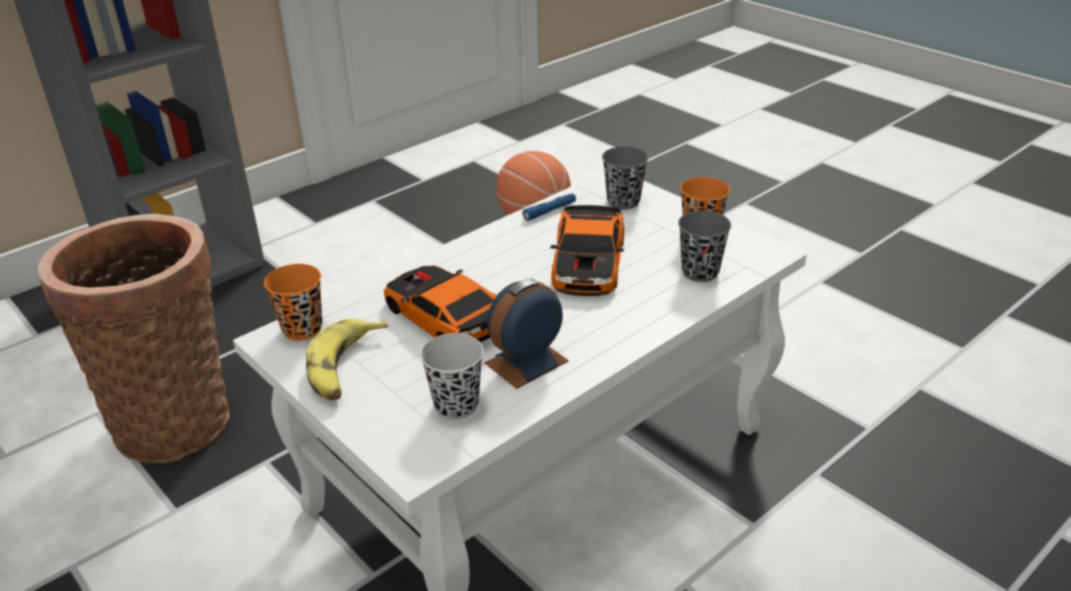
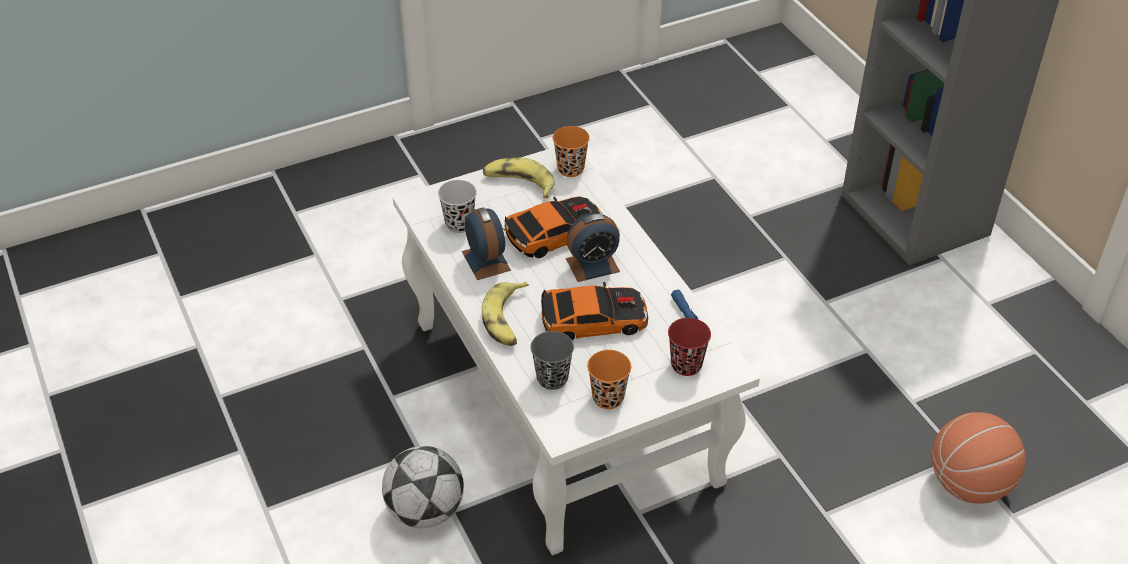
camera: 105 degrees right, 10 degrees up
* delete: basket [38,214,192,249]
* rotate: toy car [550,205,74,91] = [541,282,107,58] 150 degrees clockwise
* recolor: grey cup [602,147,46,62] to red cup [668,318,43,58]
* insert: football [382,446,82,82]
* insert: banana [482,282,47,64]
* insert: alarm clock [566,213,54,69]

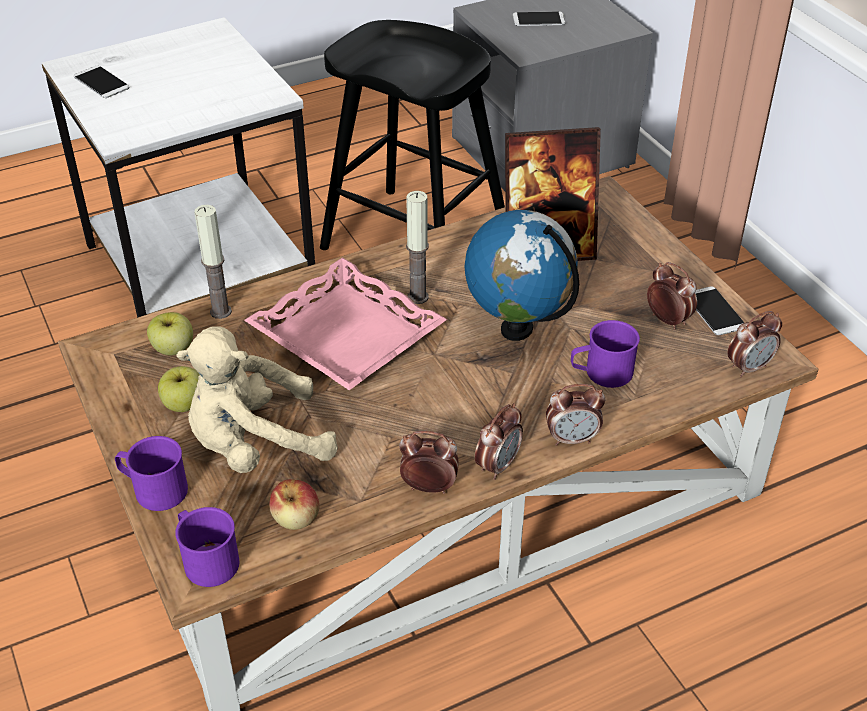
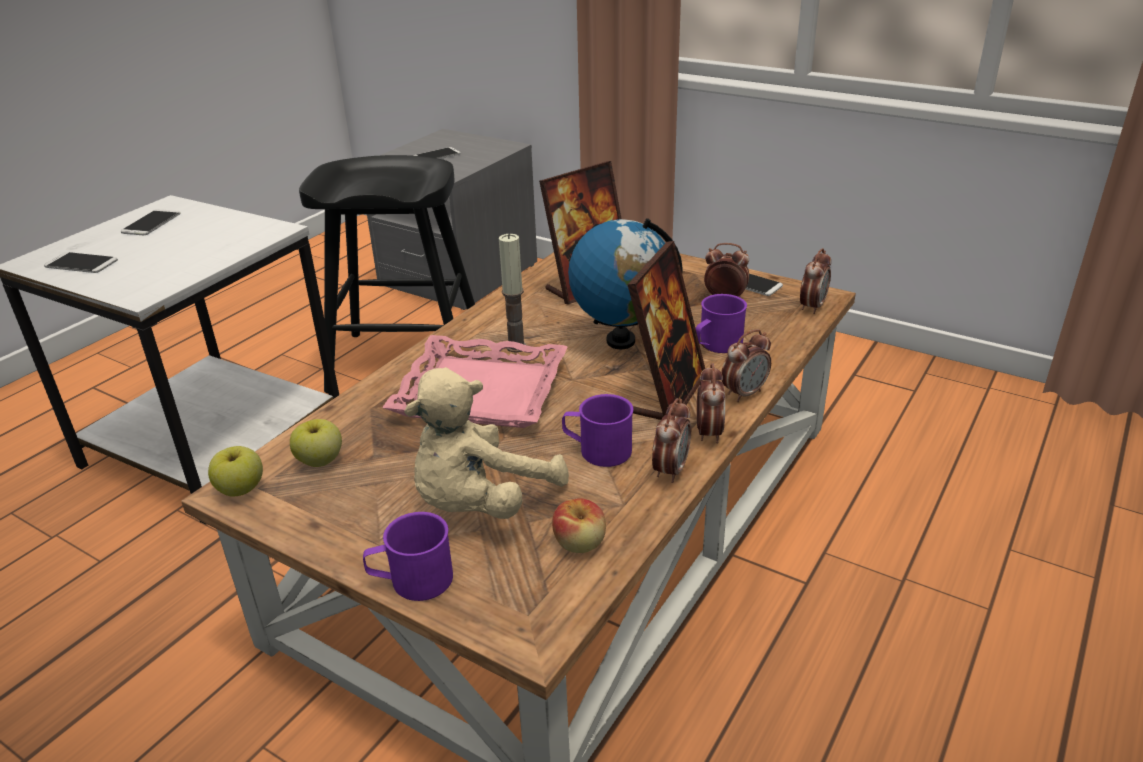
camera: 30 degrees left, 10 degrees down
* move: apple [158,366,42,46] to [208,446,55,50]
* move: purple mug [175,507,64,80] to [562,394,71,73]
* delete: candle [194,205,38,114]
* rotate: alarm clock [399,431,59,63] = [652,398,39,85] 135 degrees clockwise
* insert: phone [121,209,60,26]
* insert: picture frame [627,241,78,179]

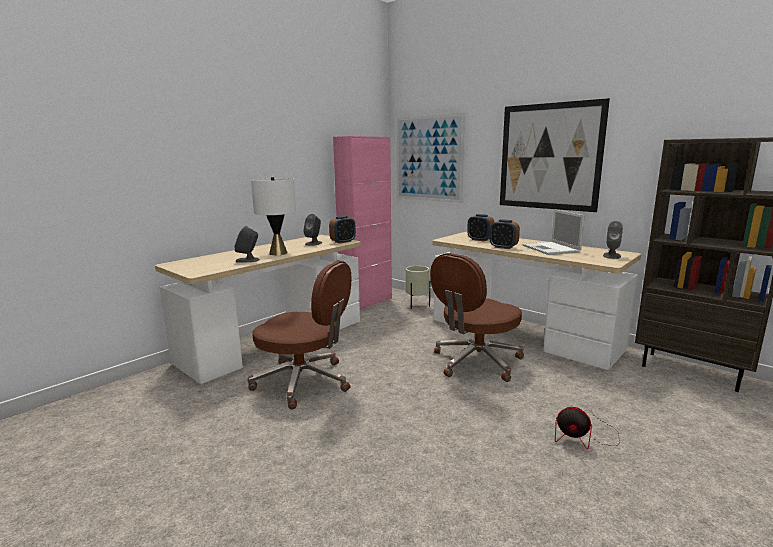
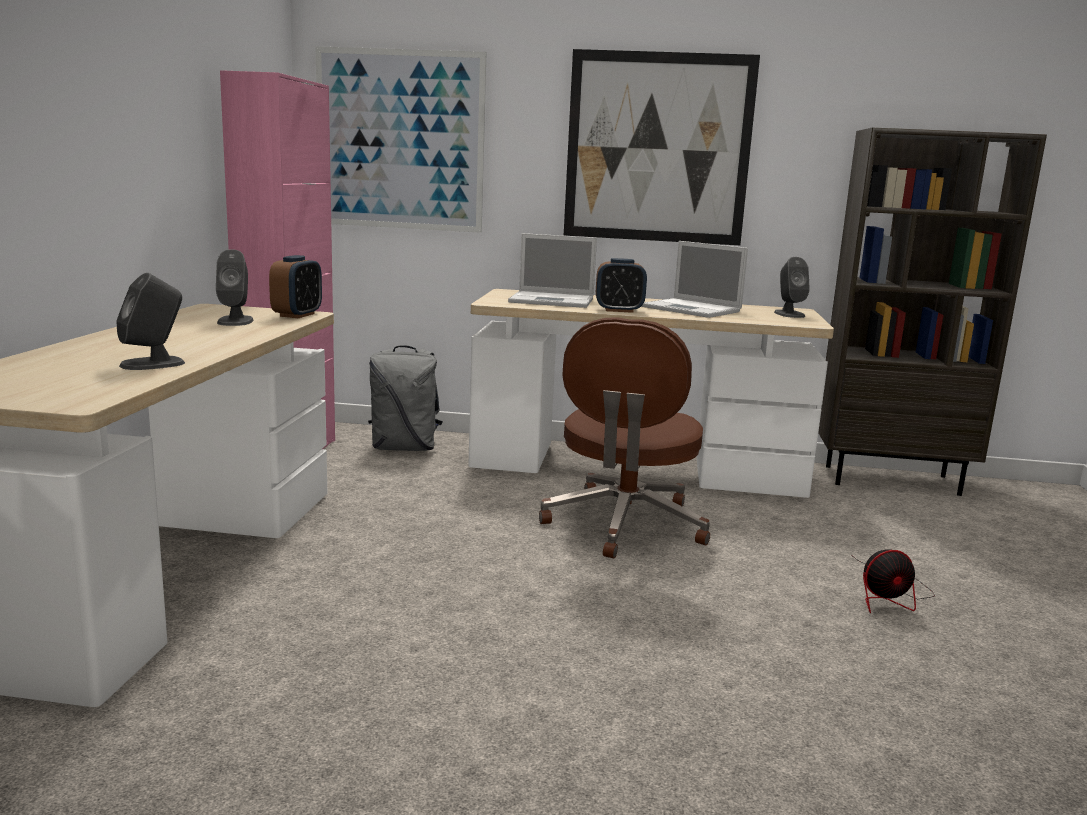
camera: 35 degrees left, 0 degrees up
* delete: brown office chair [247,261,105,148]
* delete: white table lamp [251,177,45,78]
* replace: beige planter [405,266,25,43] to grey backpack [368,345,75,106]
* replace: alarm clock [467,214,28,28] to laptop [508,233,89,75]

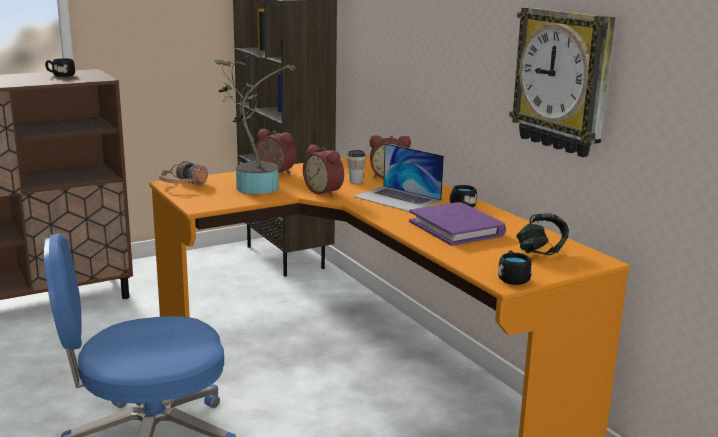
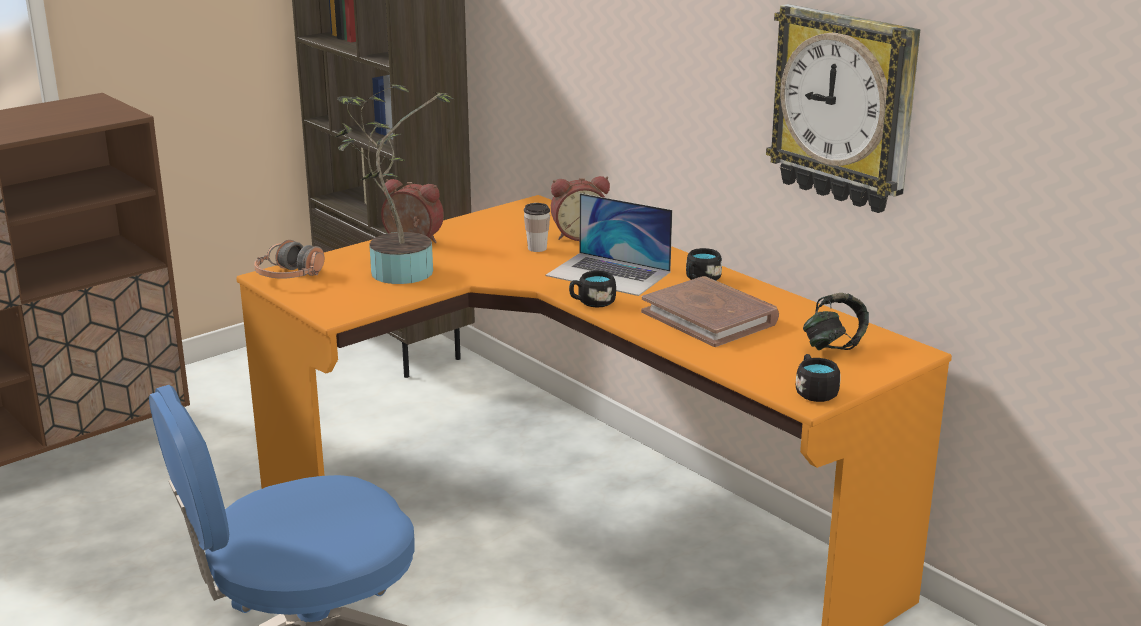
camera: 10 degrees left, 5 degrees up
* move: black mug [45,58,30,19] to [569,271,47,36]
* delete: alarm clock [303,144,41,53]
* recolor: purple book [409,202,97,44] to brown book [641,276,138,71]

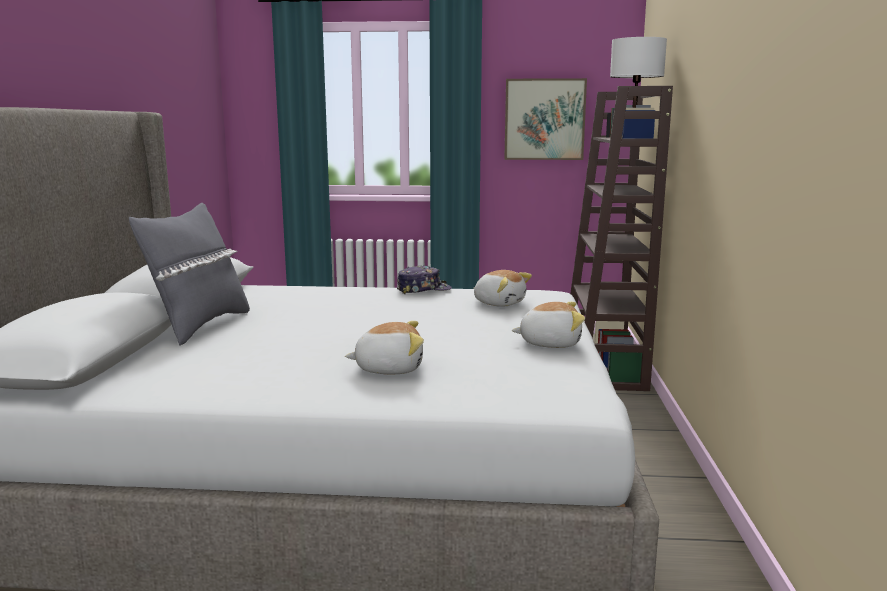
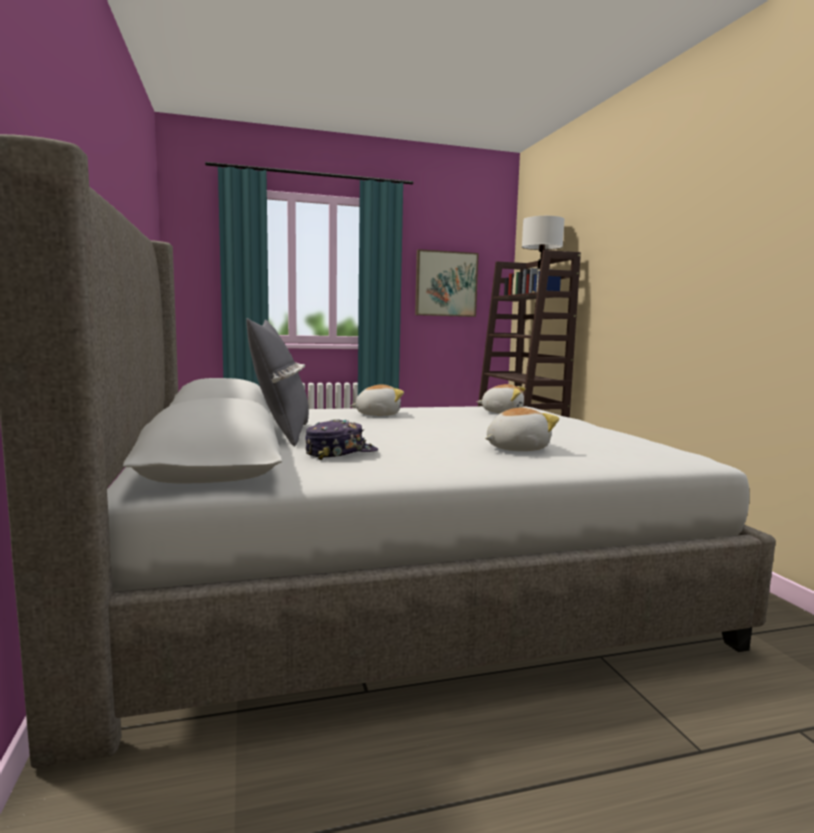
camera: 20 degrees left, 5 degrees down
* move: cap [397,265,55,29] to [305,419,73,41]
* move: plush toy [511,302,74,46] to [350,384,54,32]

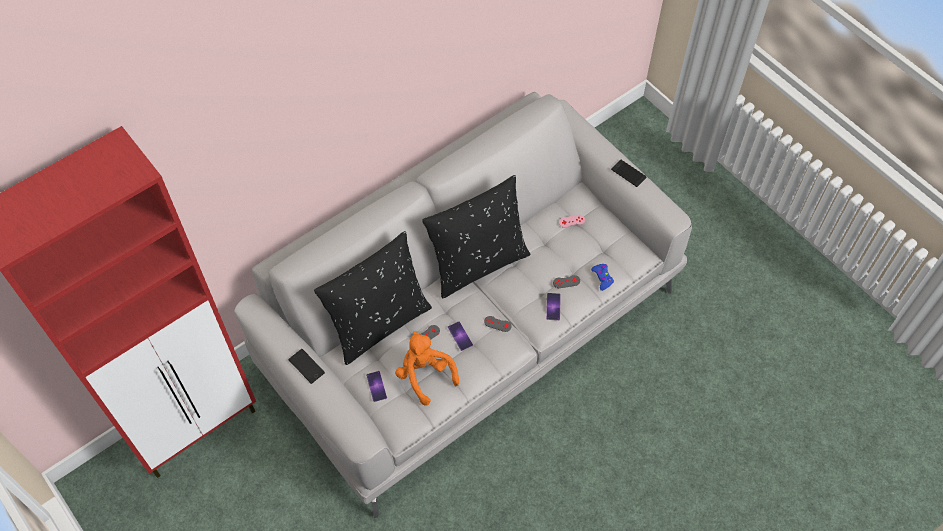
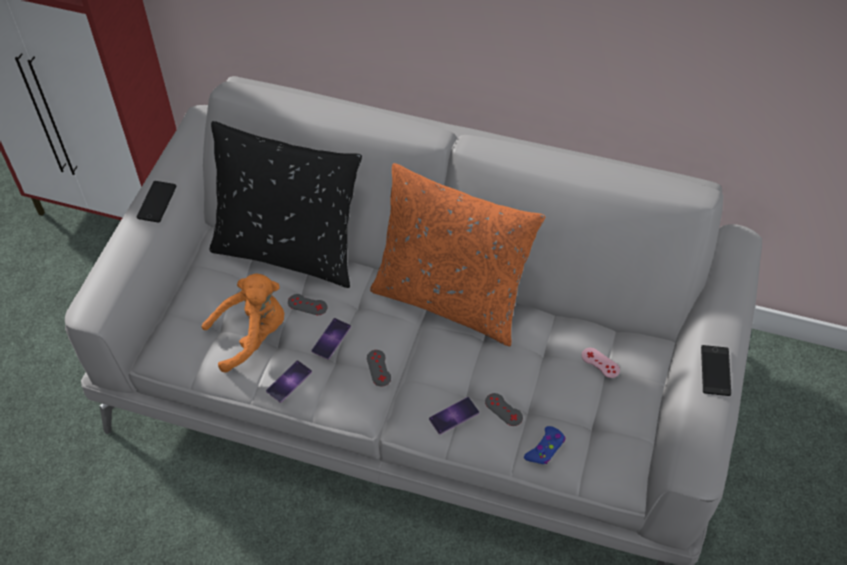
camera: 55 degrees right, 5 degrees down
* move: phone [366,371,21,31] to [266,360,46,43]
* rotate: orange plush toy [395,331,64,75] = [202,274,82,98] 45 degrees clockwise
* recolor: black pillow [422,175,108,123] to orange pillow [370,163,175,183]

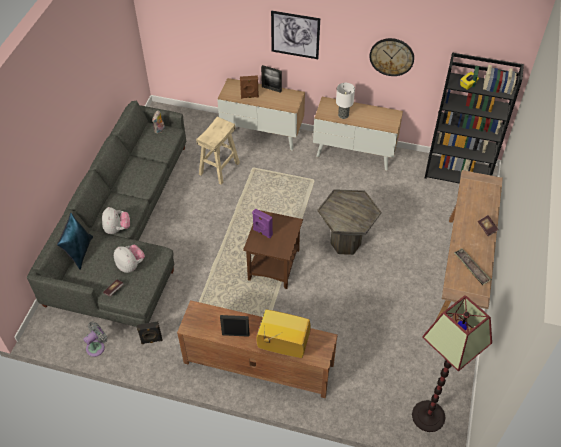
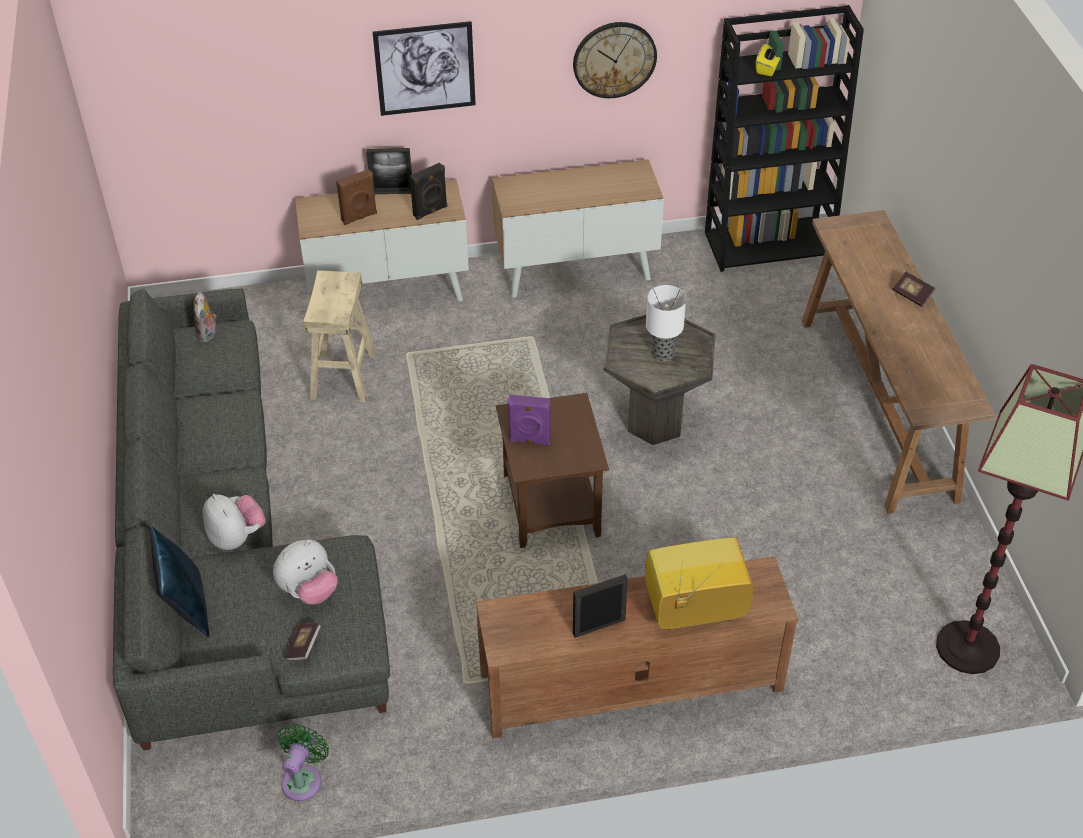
camera: 25 degrees left, 5 degrees down
* recolor: grey fan [83,322,24,35] to green fan [278,724,51,77]
* rotate: plush toy [114,245,31,28] = [273,540,64,65] 120 degrees clockwise
* move: black speaker [137,321,26,23] to [410,163,37,57]
* move: table lamp [336,83,19,36] to [646,285,40,77]
* delete: tray [454,248,38,37]

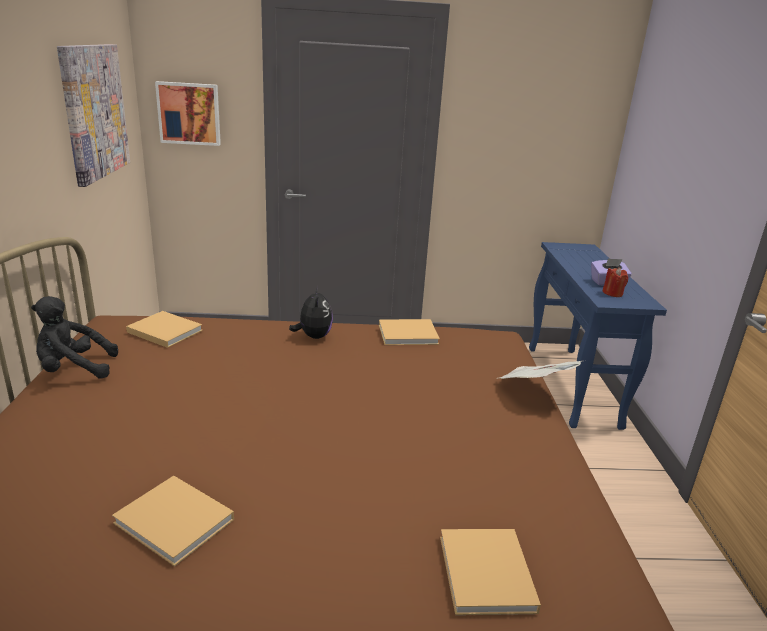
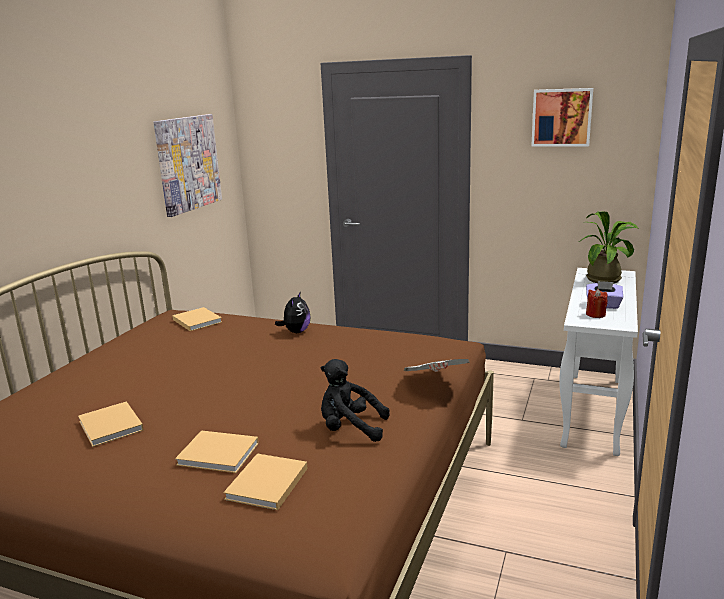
camera: 25 degrees right, 5 degrees down
* move: black plush toy [31,296,87,83] to [321,359,69,83]
* move: picture [155,81,66,65] to [531,88,62,58]
* move: beige book [379,319,61,26] to [175,430,84,43]
* recolor: blue console table [529,242,138,188] to white console table [559,268,79,188]
* insert: potted plant [579,212,59,72]

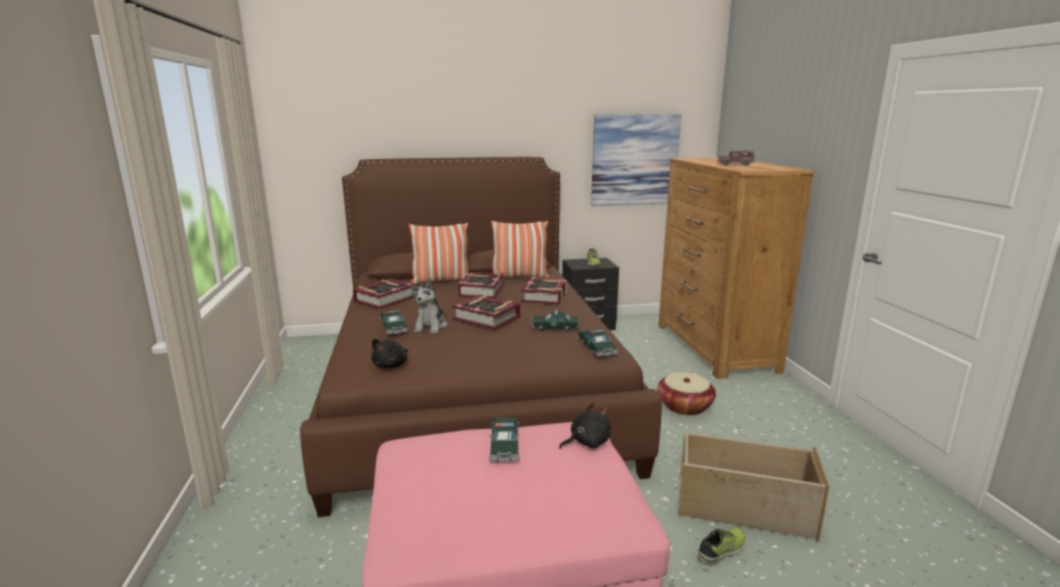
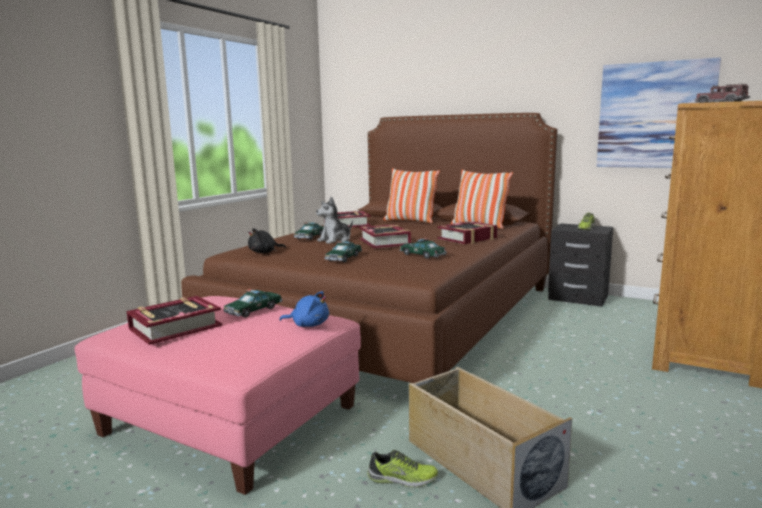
camera: 40 degrees right, 5 degrees down
* move: book [458,272,46,26] to [127,296,95,49]
* recolor: black plush toy [559,403,52,46] to blue plush toy [279,291,50,36]
* move: toy car [577,329,41,27] to [324,241,38,21]
* delete: basket [657,372,59,43]

